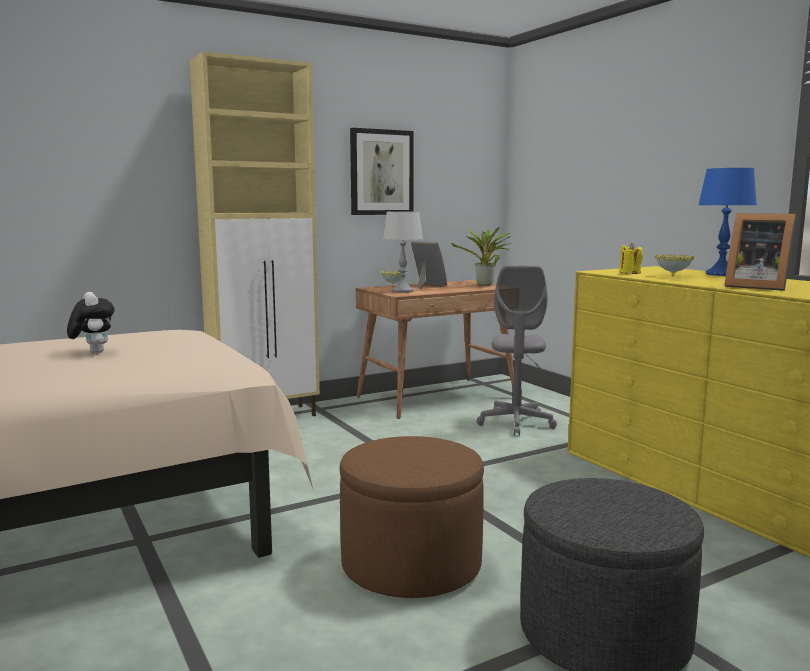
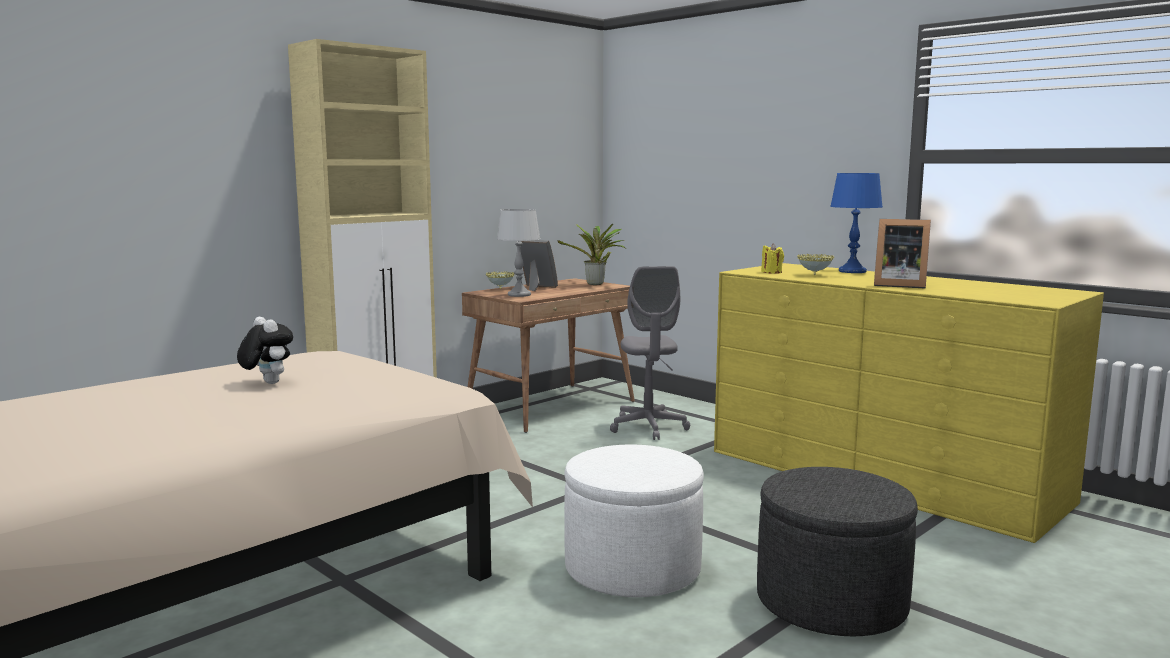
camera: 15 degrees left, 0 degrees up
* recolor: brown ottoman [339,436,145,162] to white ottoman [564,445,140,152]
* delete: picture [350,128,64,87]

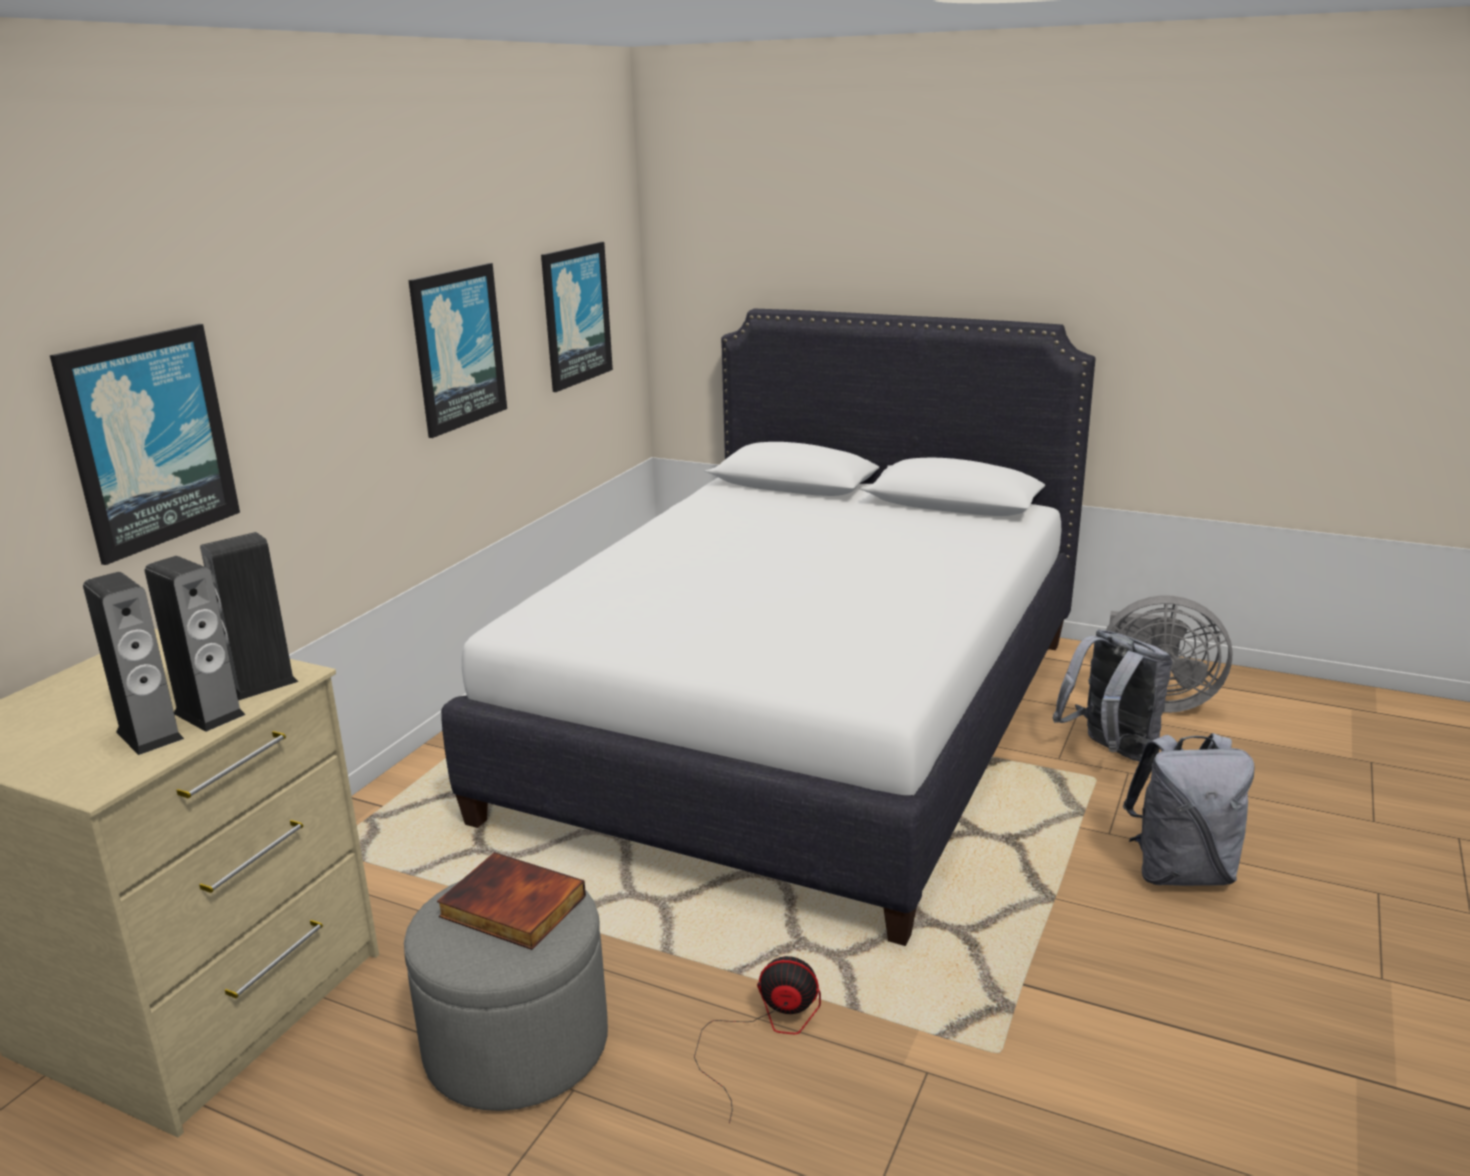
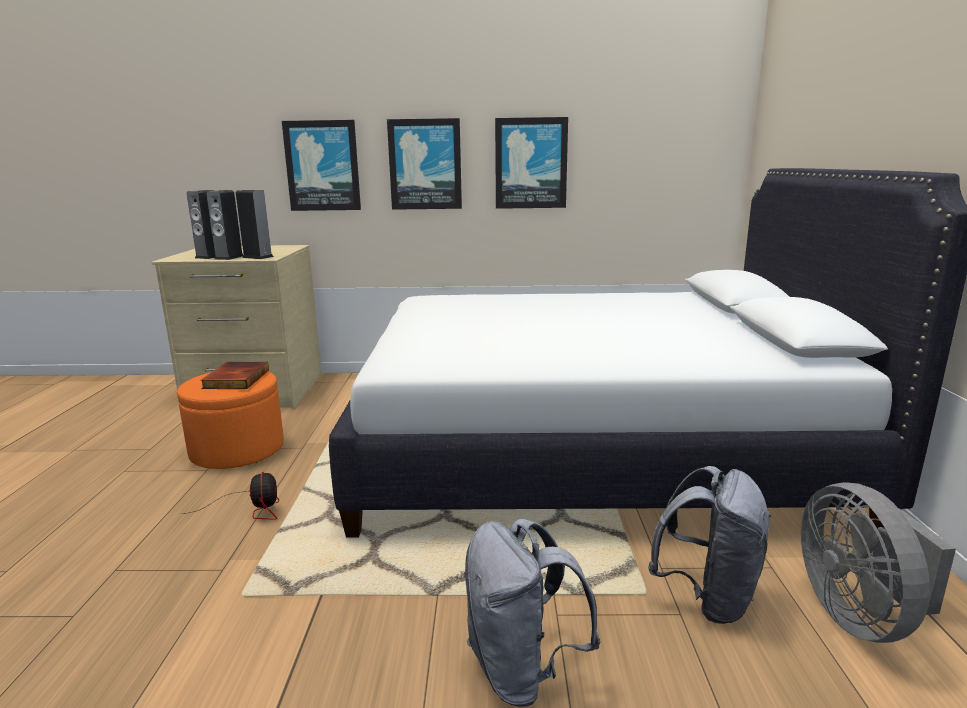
camera: 65 degrees right, 5 degrees down
* recolor: grey ottoman [404,881,204,230] to orange ottoman [177,371,107,98]
* move: picture [541,242,72,150] to [387,118,75,92]

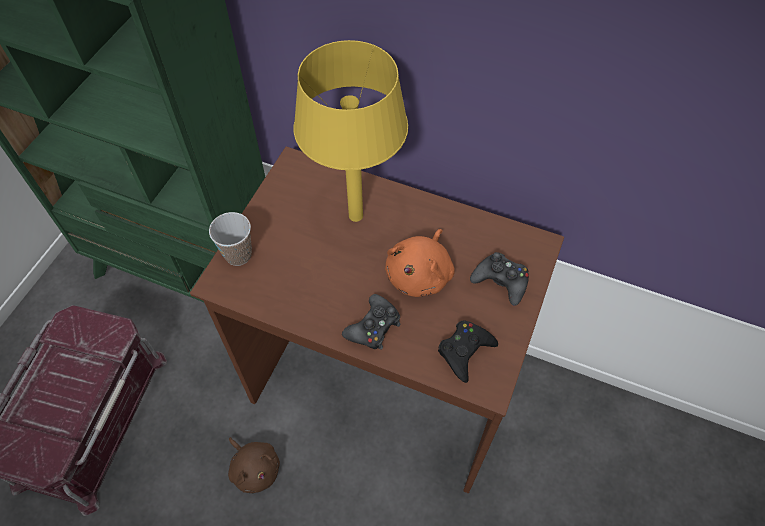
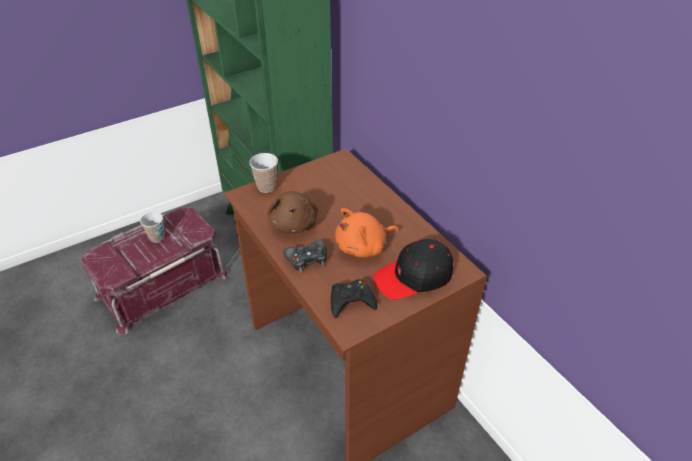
camera: 35 degrees right, 15 degrees down
* move: brown plush toy [228,437,52,57] to [267,191,51,42]
* delete: yellow table lamp [294,40,114,182]
* replace: black game controller [470,252,59,54] to black cap [374,239,79,61]
* insert: cup [140,212,25,31]

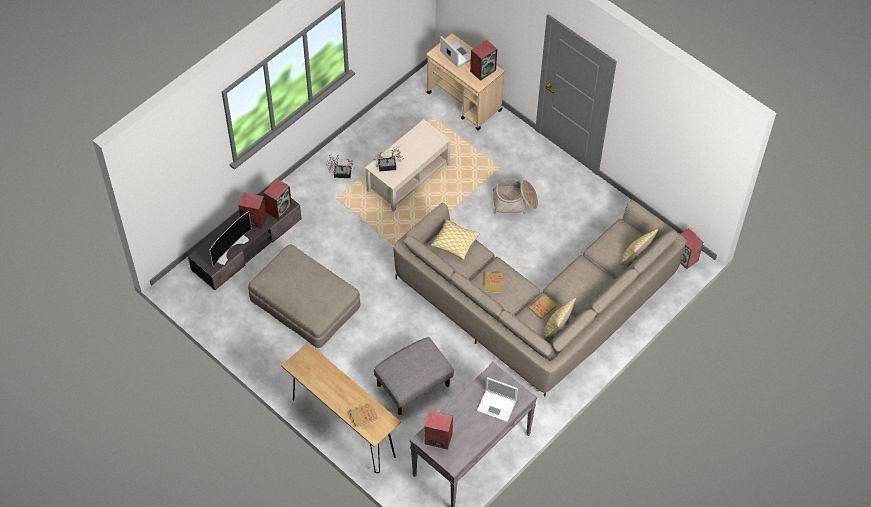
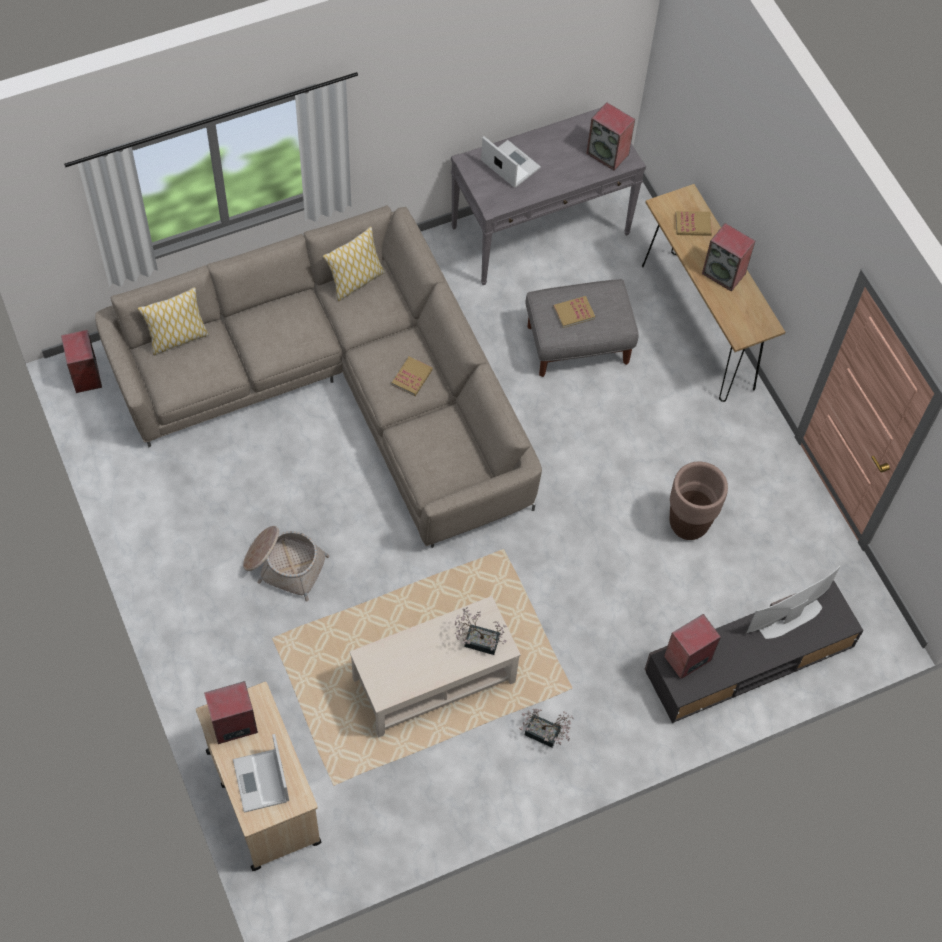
camera: 160 degrees left, 5 degrees up
* move: speaker [238,192,29,37] to [702,223,53,69]
* replace: beige ottoman [248,245,112,103] to brown planter [670,462,58,78]
* delete: pillow [430,219,50,41]
* move: book [529,295,28,24] to [553,296,42,32]

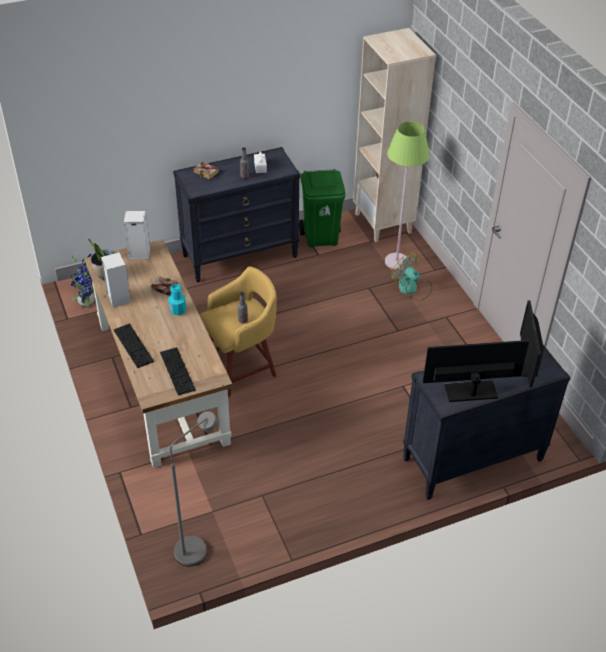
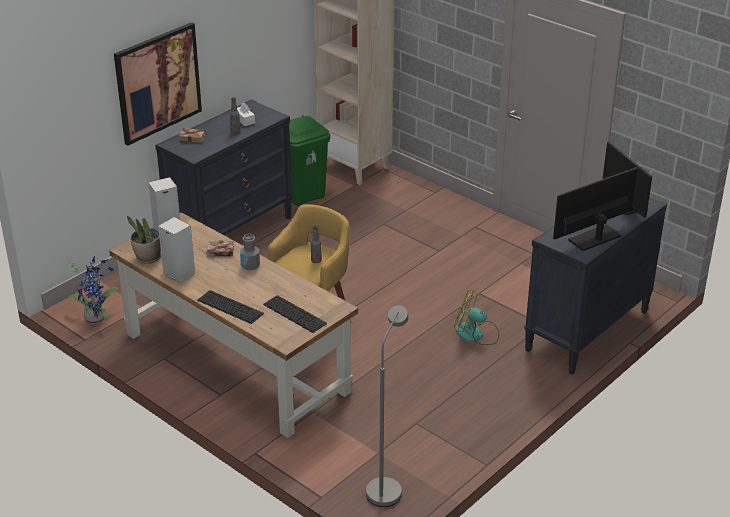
camera: 25 degrees left, 10 degrees down
* recolor: turquoise bottle [168,284,18,31] to grey bottle [240,233,20,37]
* delete: green floor lamp [385,121,44,149]
* move: fan [391,252,41,49] to [454,290,45,55]
* insert: picture [114,22,88,123]

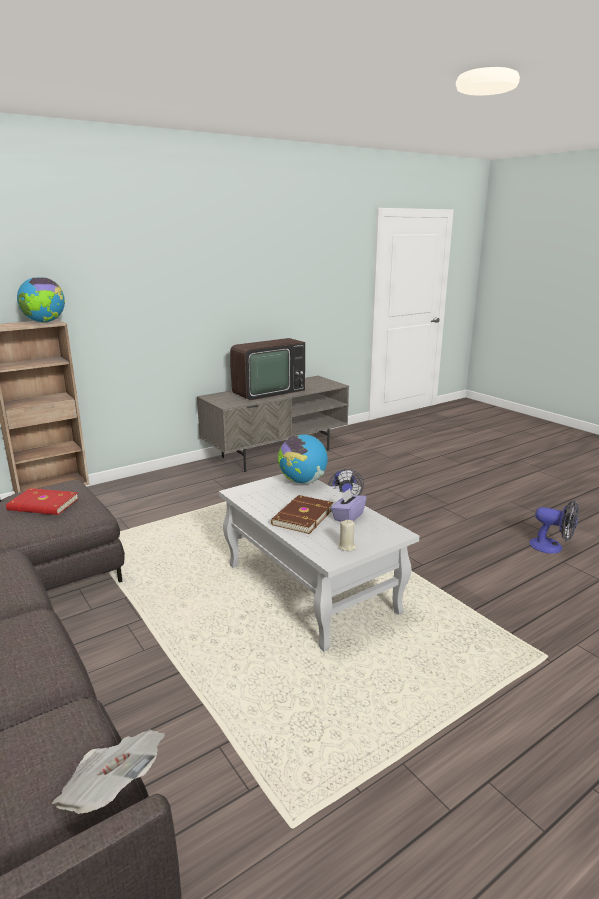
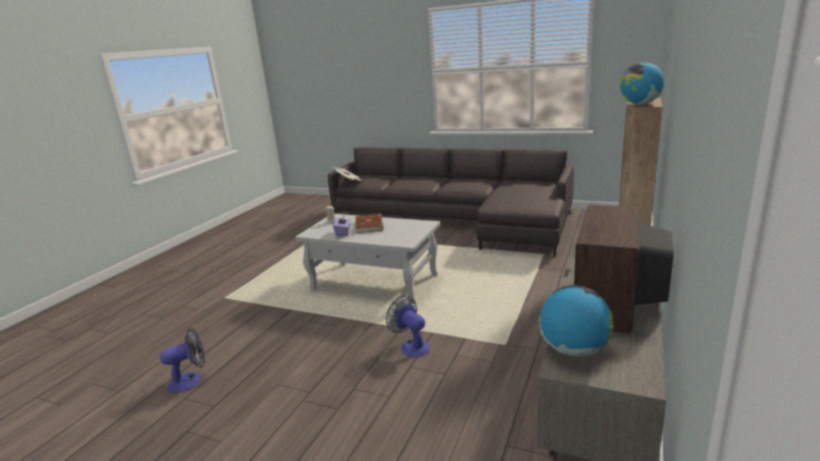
camera: 150 degrees right, 0 degrees up
* delete: red book [6,488,73,27]
* move: globe [278,434,50,50] to [539,285,74,72]
* rotate: fan [529,500,50,54] = [160,328,45,65] 150 degrees clockwise

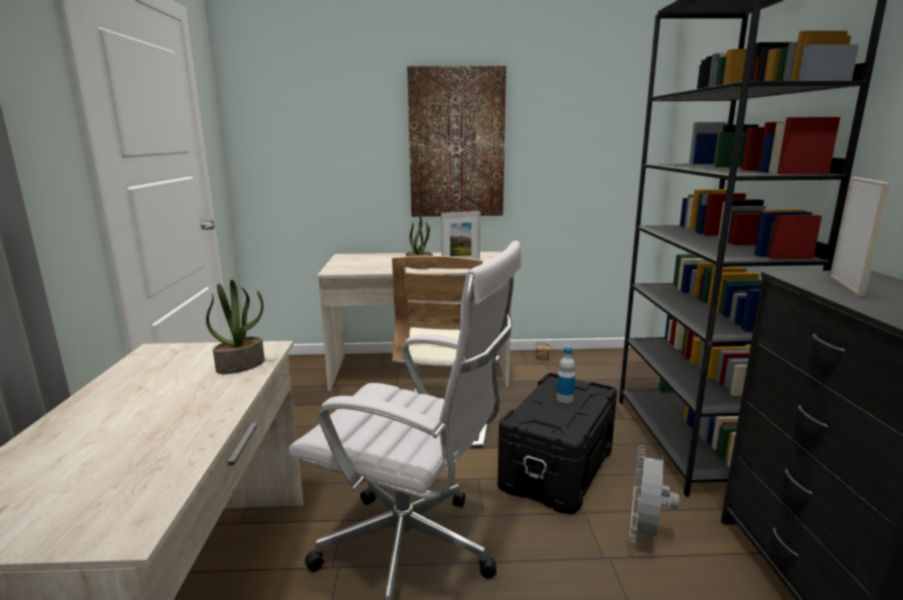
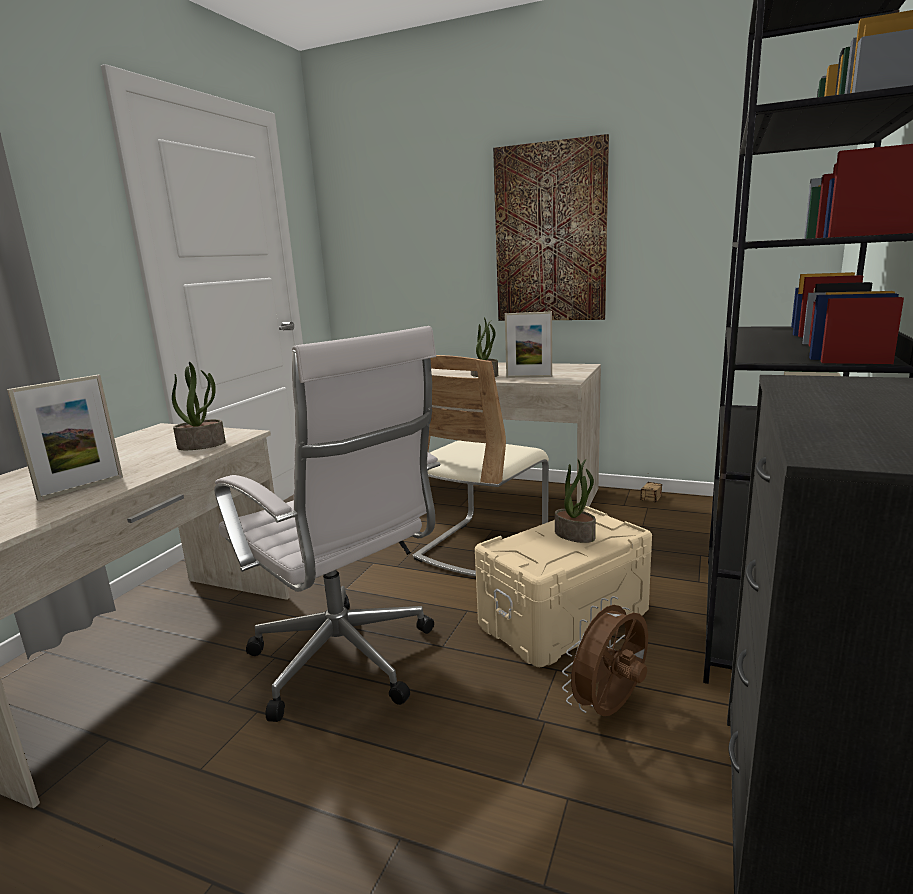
camera: 25 degrees right, 0 degrees up
* recolor: black storage box [498,373,119,141] to beige storage box [475,506,177,161]
* replace: bottle [557,347,18,56] to potted plant [555,459,41,84]
* recolor: grey fan [629,445,51,97] to brown fan [562,596,86,120]
* move: picture frame [830,177,61,120] to [7,375,116,126]

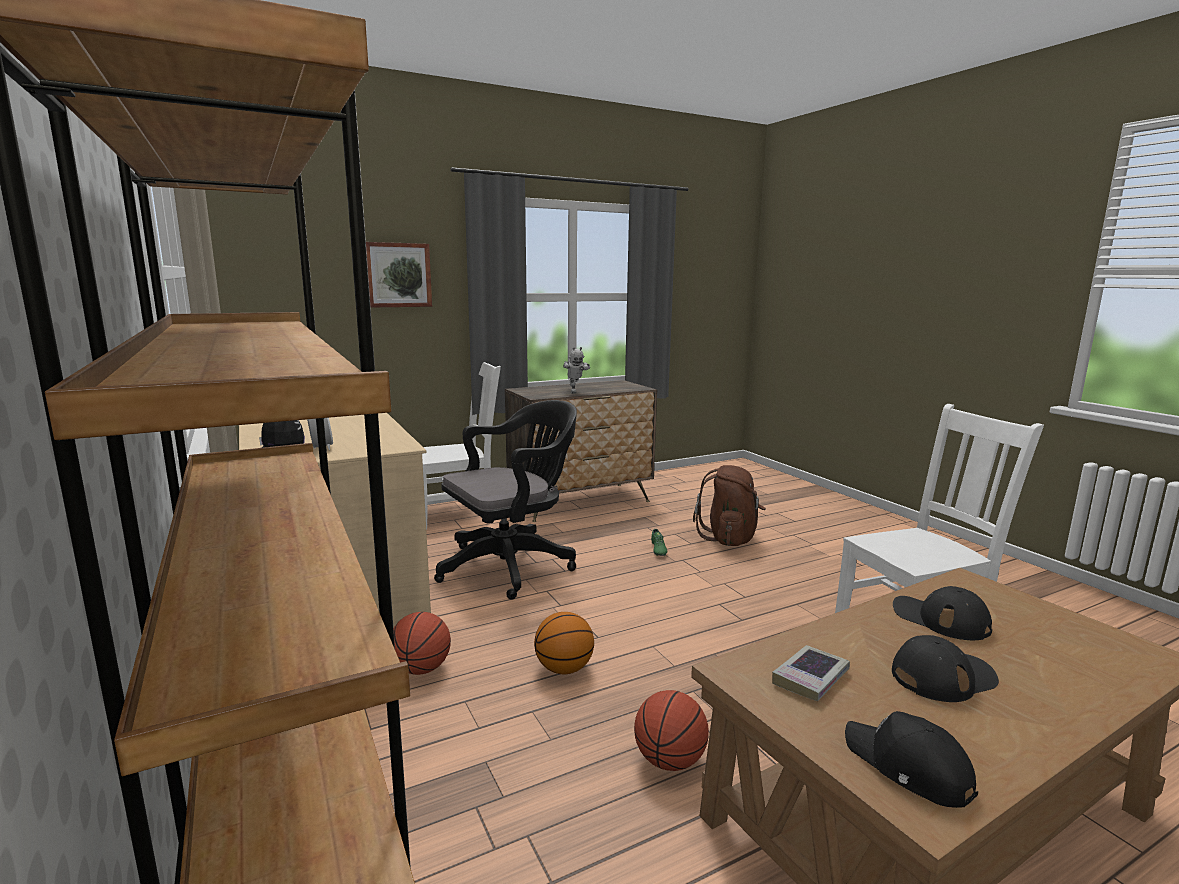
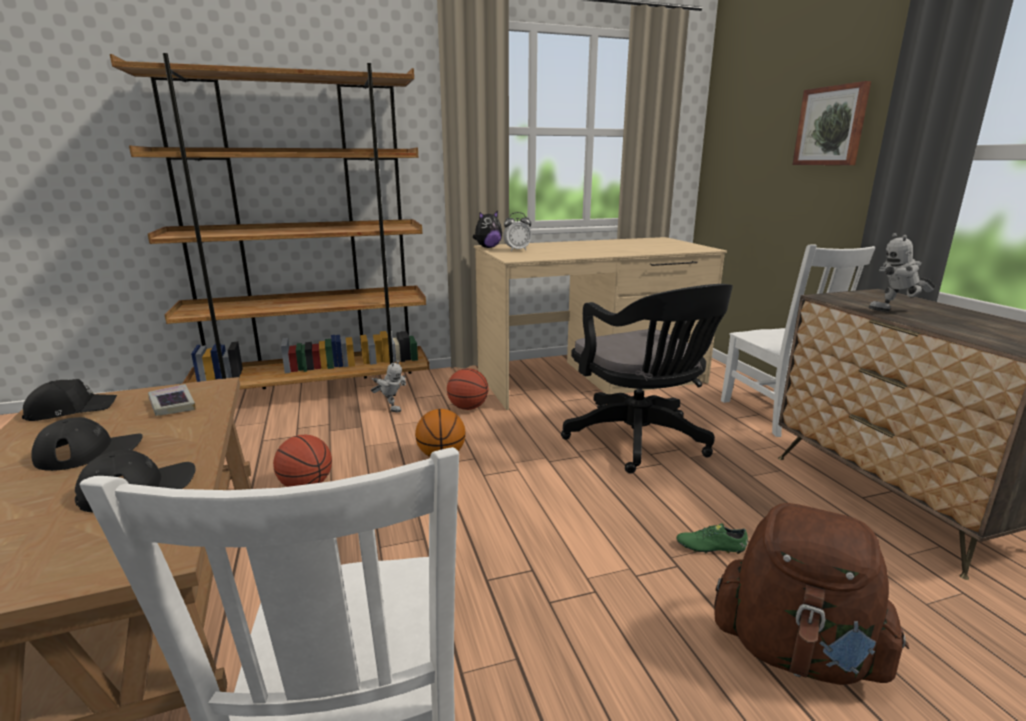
camera: 100 degrees right, 5 degrees up
* rotate: black cap [892,635,107,67] = [31,417,112,54] 105 degrees counterclockwise
* insert: toy robot [371,360,35,52]

